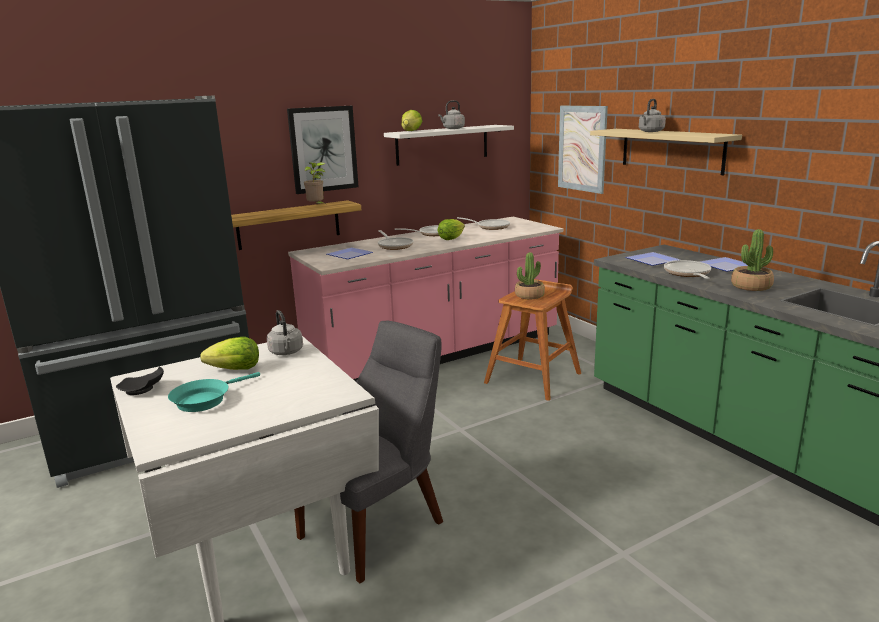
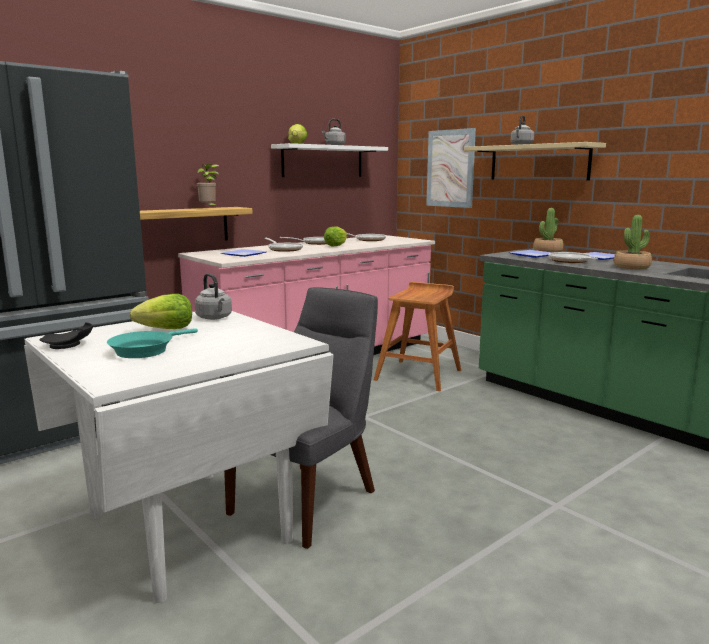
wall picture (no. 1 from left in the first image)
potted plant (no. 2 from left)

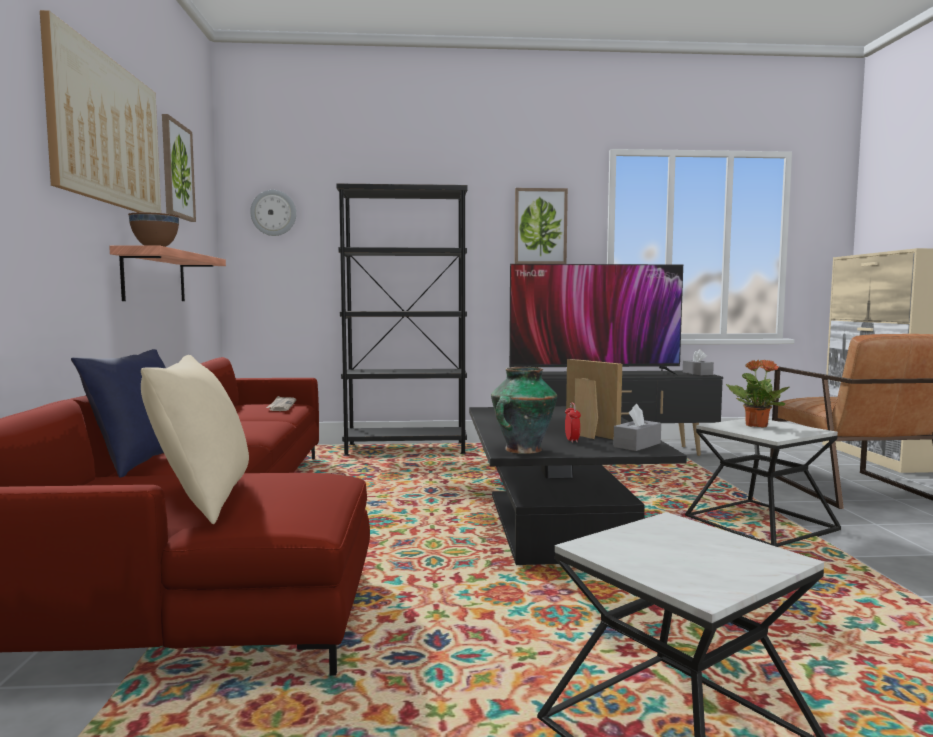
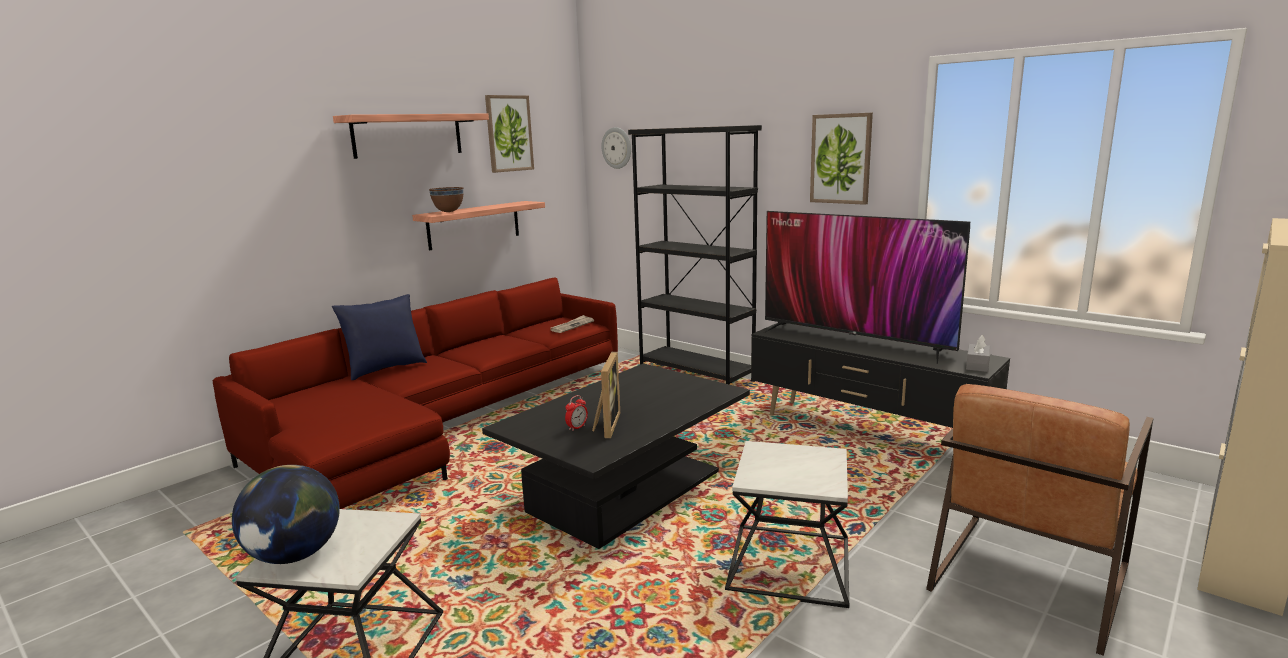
shelf (no. 1 from left)
beige throw pillow
flower vase
grey tissue holder (no. 1 from left in the first image)
potted plant
globe

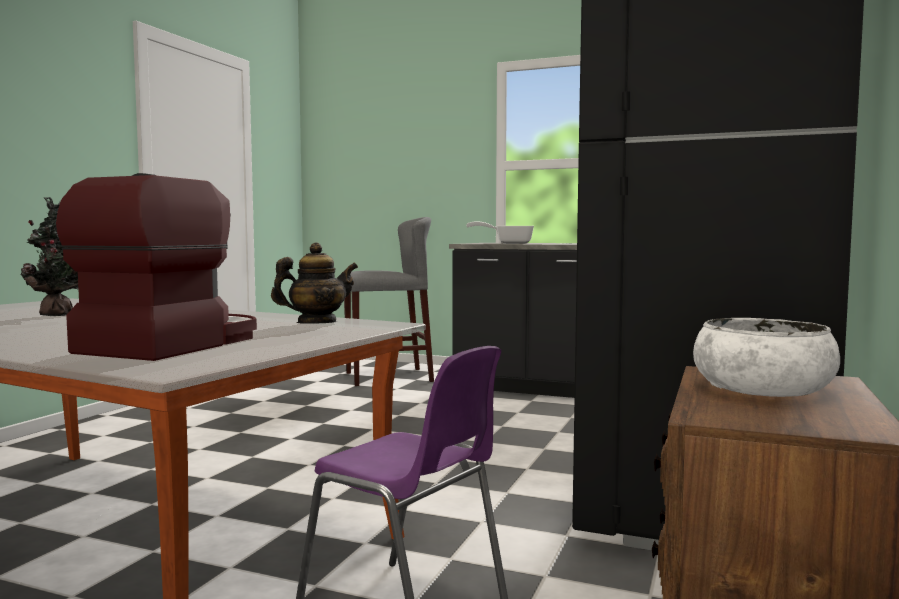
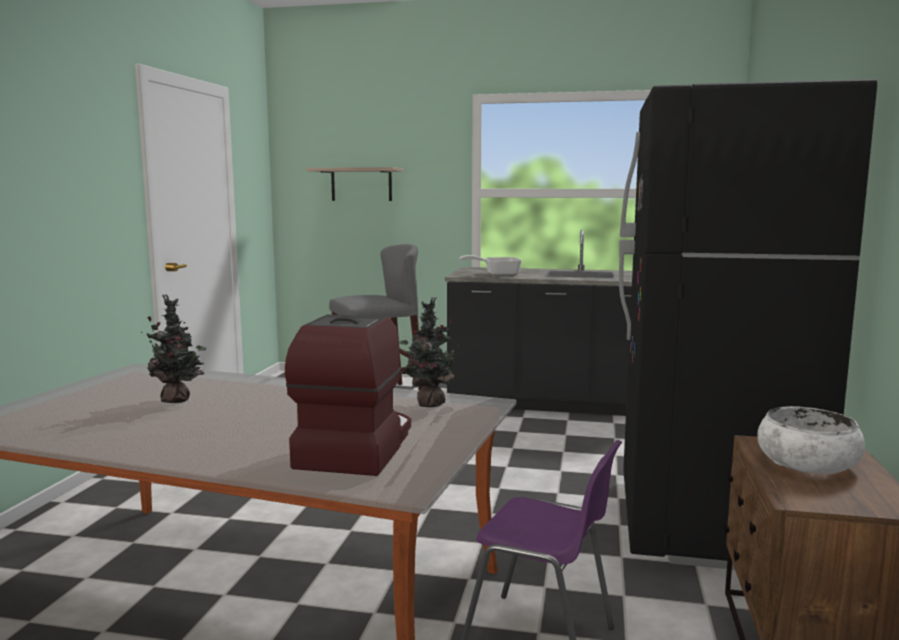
potted plant (no. 2 from left)
shelf

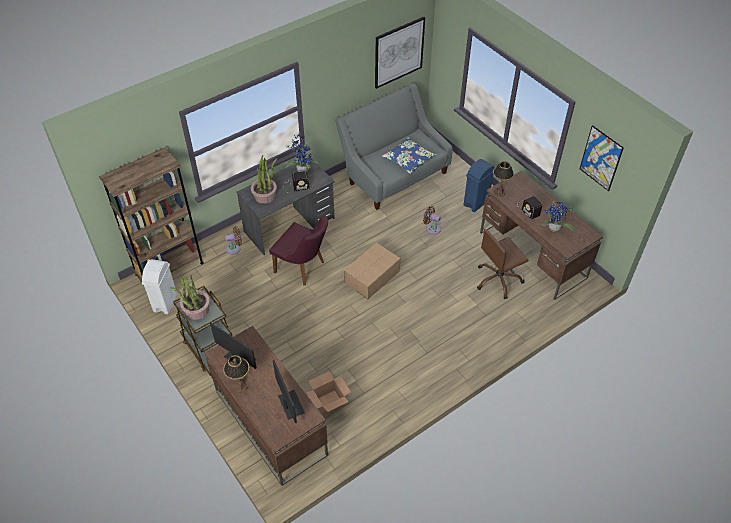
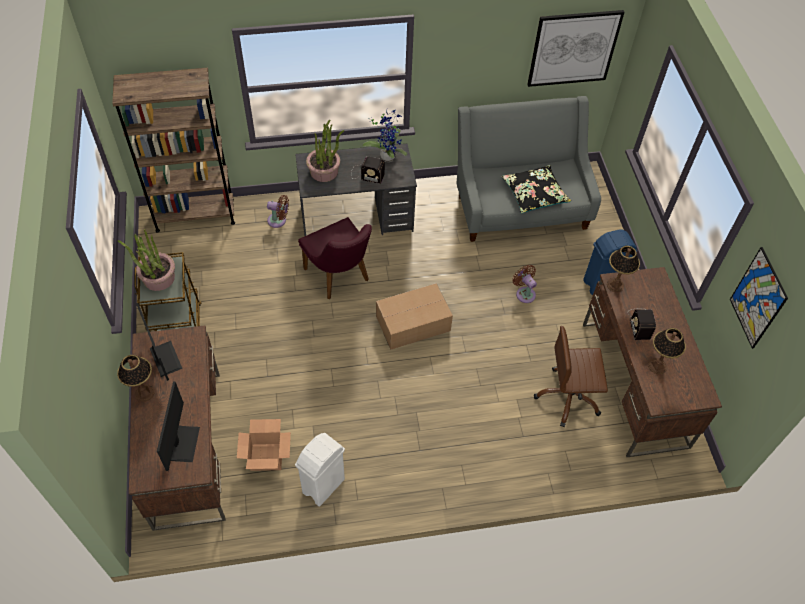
white rubbish bin
black throw pillow
table lamp (no. 3 from left)

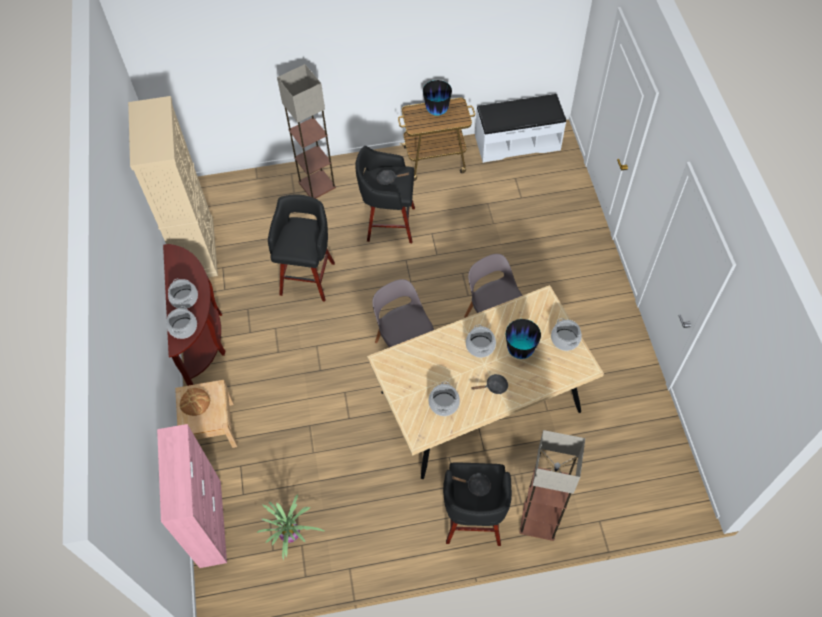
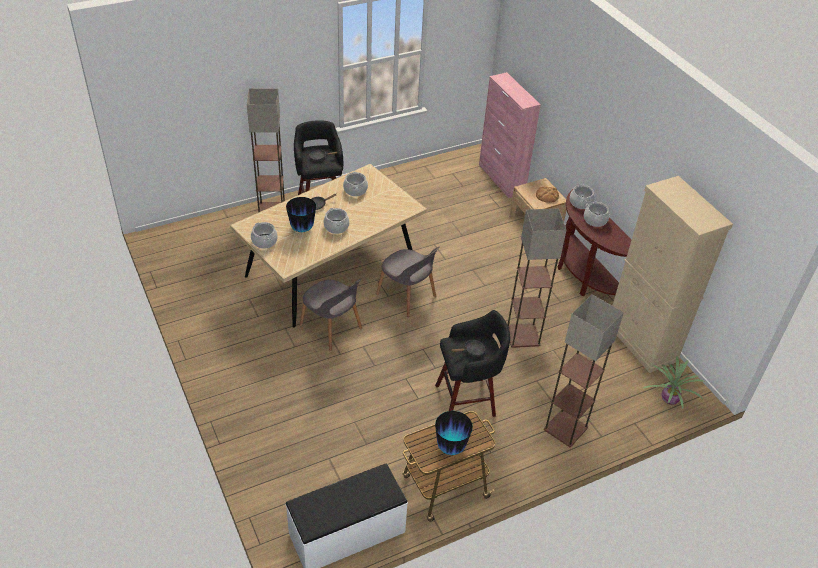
potted plant
floor lamp (no. 2 from left)

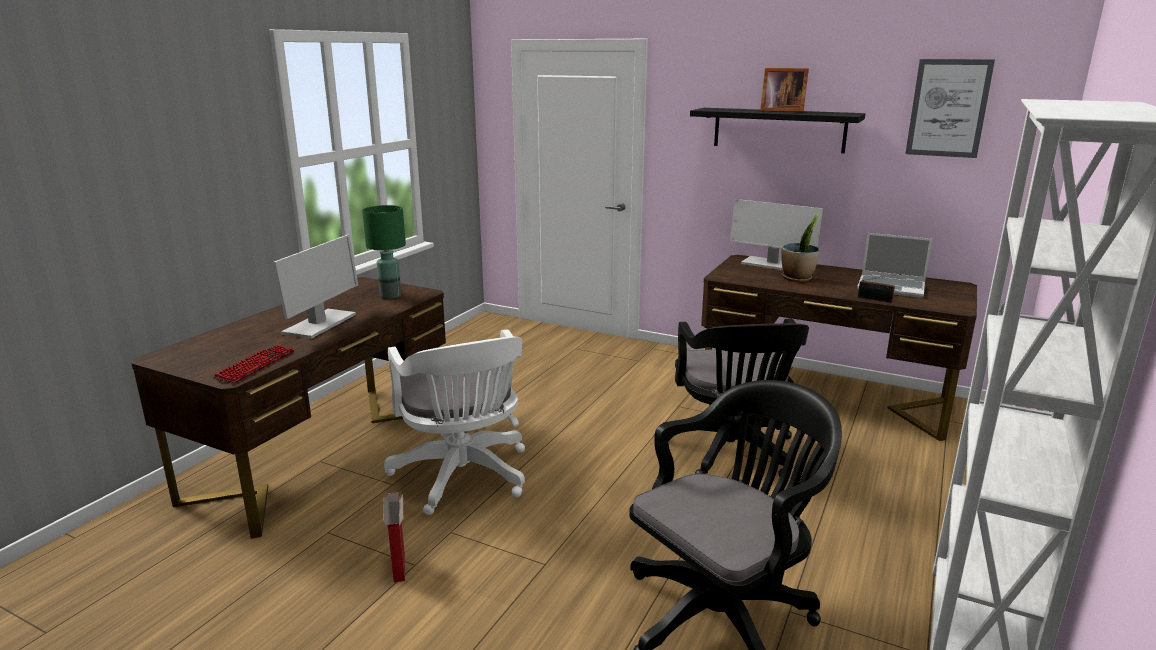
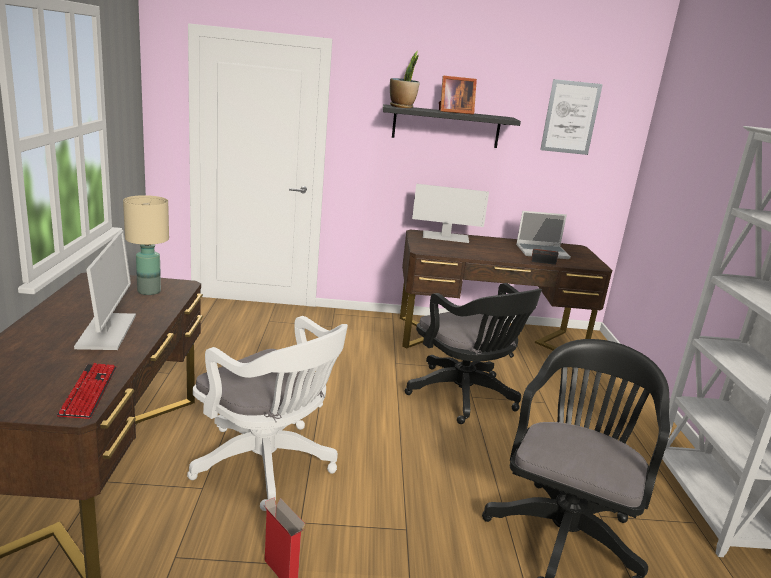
beige table lamp
potted plant

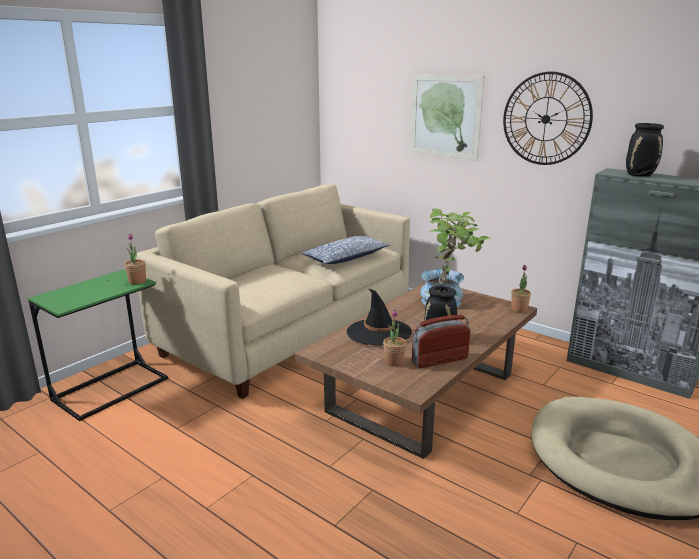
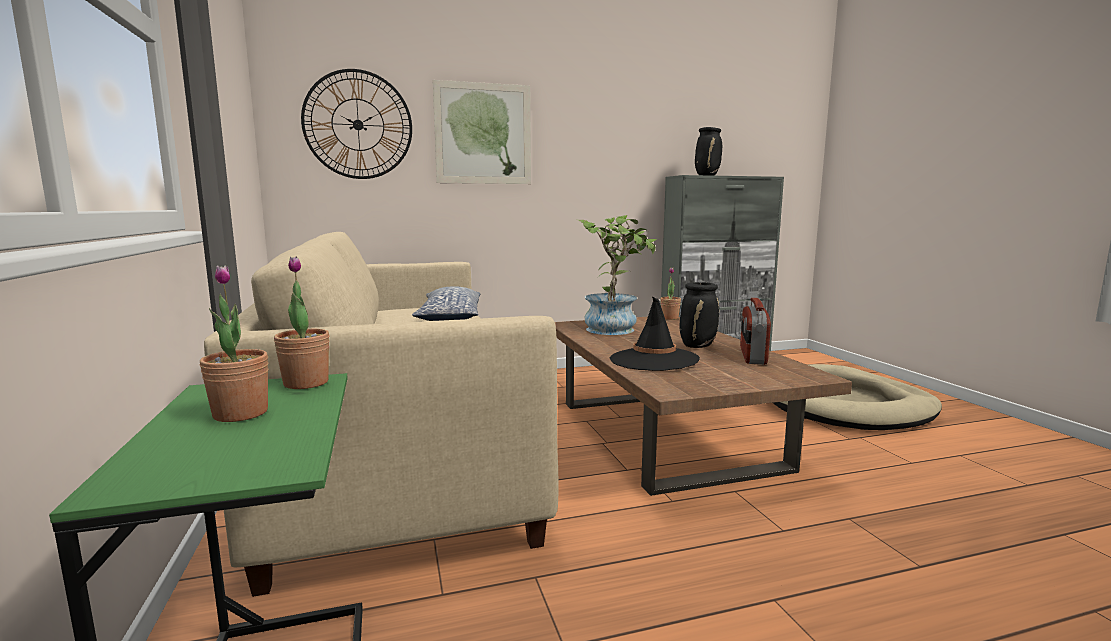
potted plant (no. 1 from left)
clock on the wall

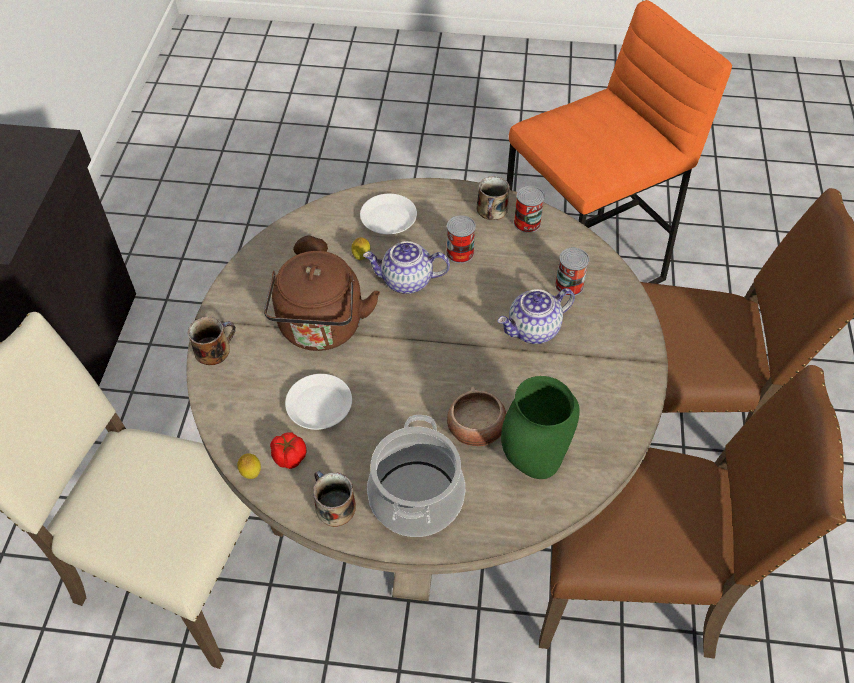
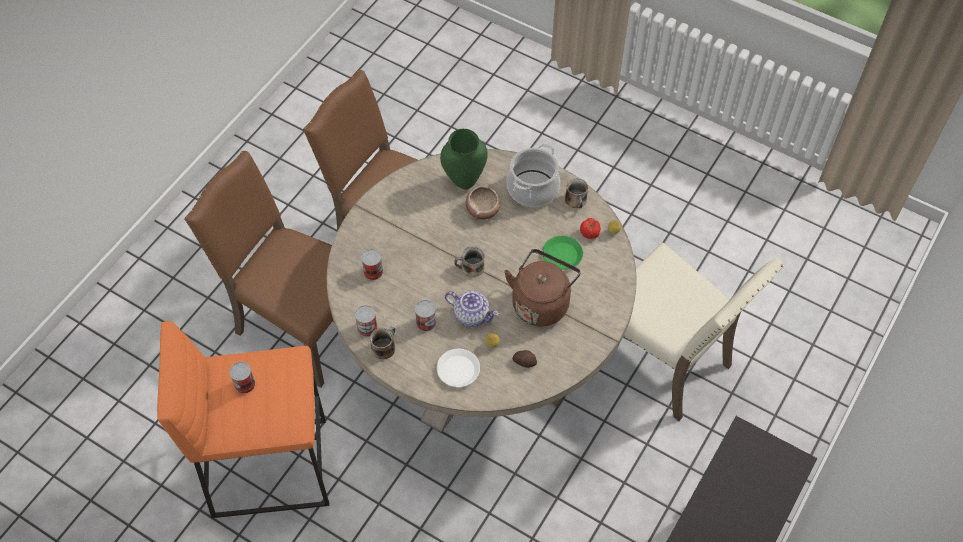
coffee mug (no. 2 from left)
green flat dish
tea pot (no. 2 from left in the first image)
metal can (no. 1 from left)

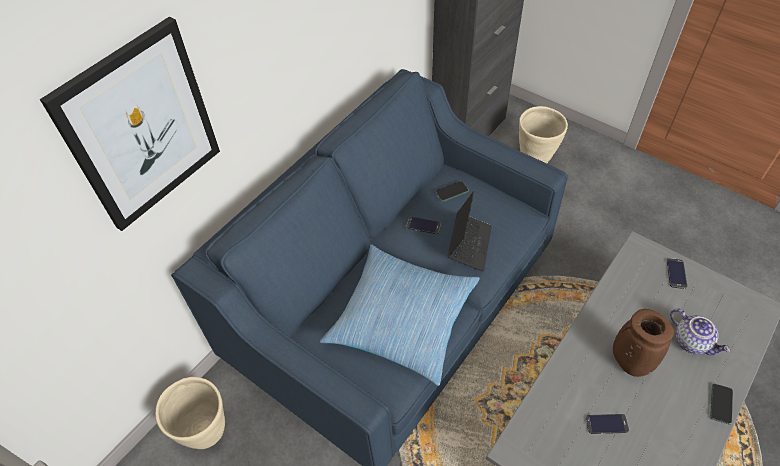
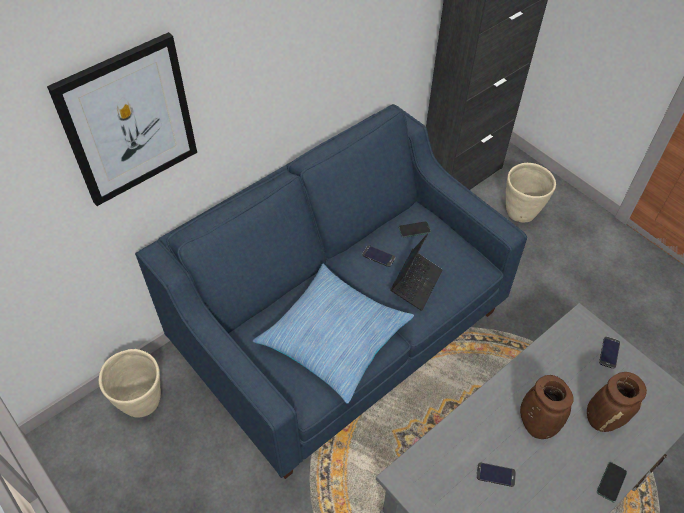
brown flower vase (no. 2 from left)

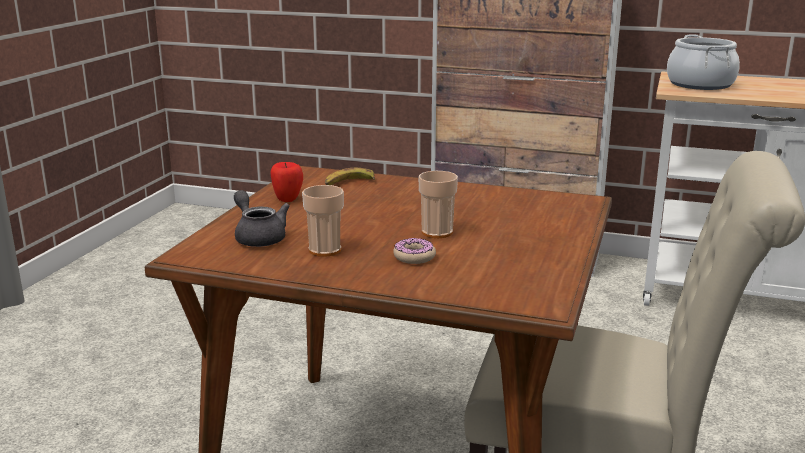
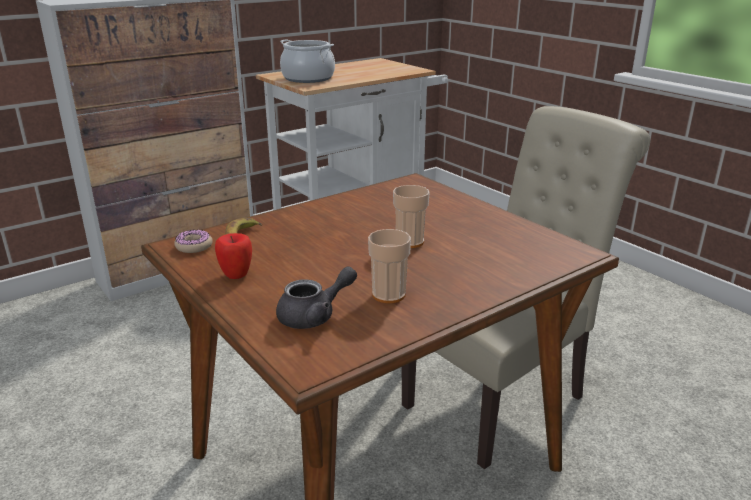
grey tea pot
ring doughnut

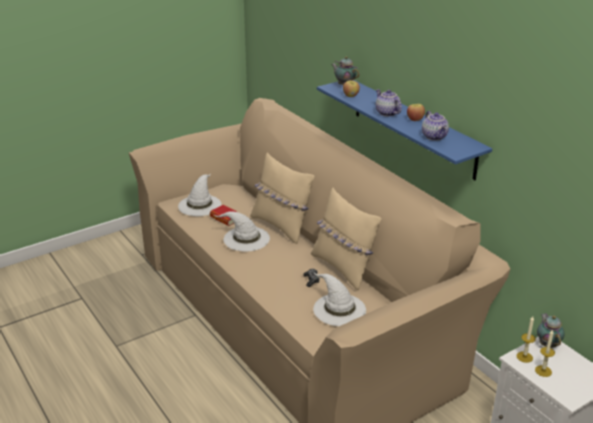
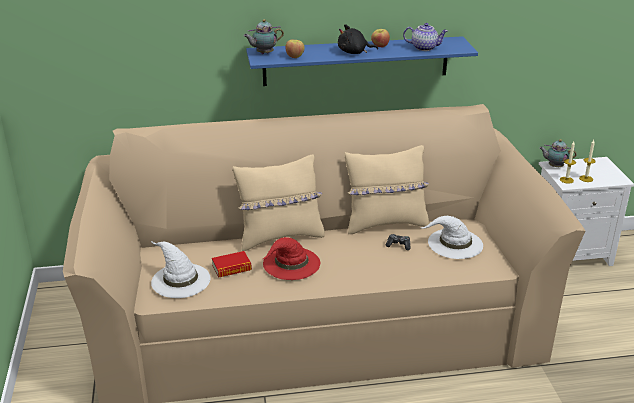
red hat
black cuddly toy

